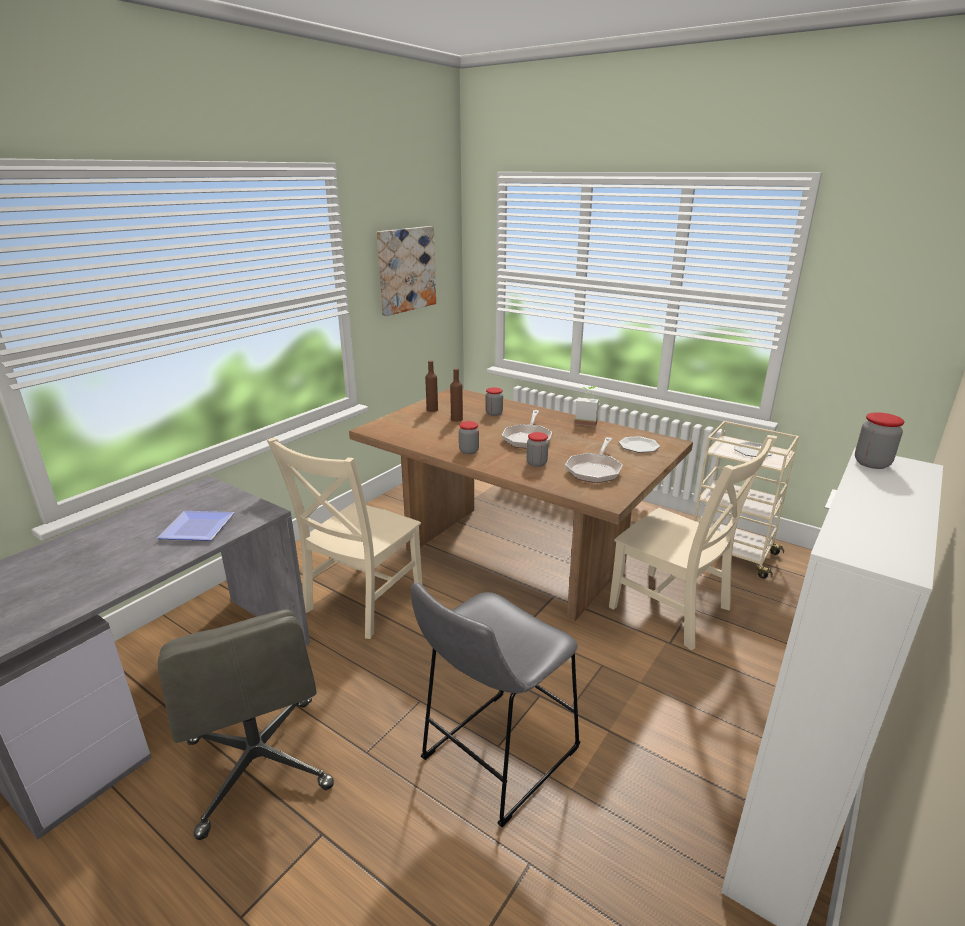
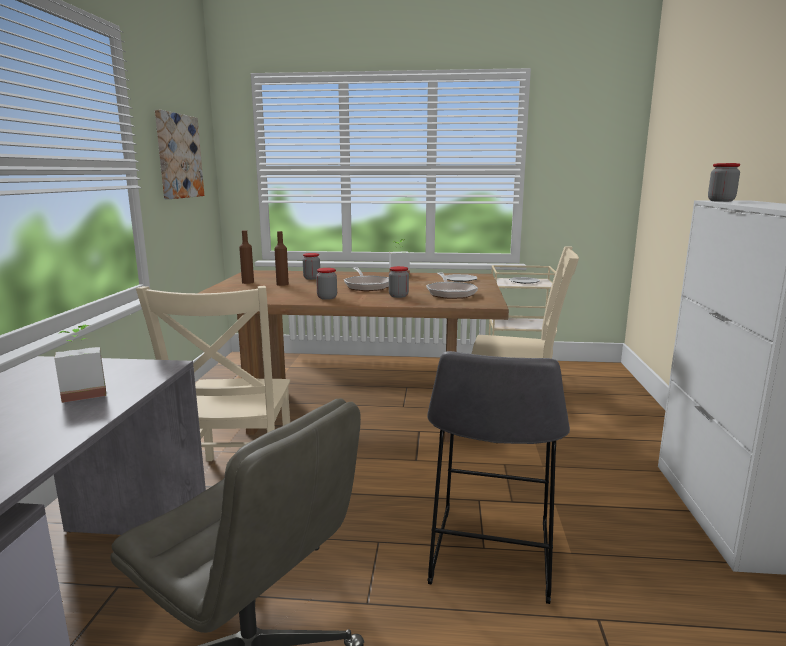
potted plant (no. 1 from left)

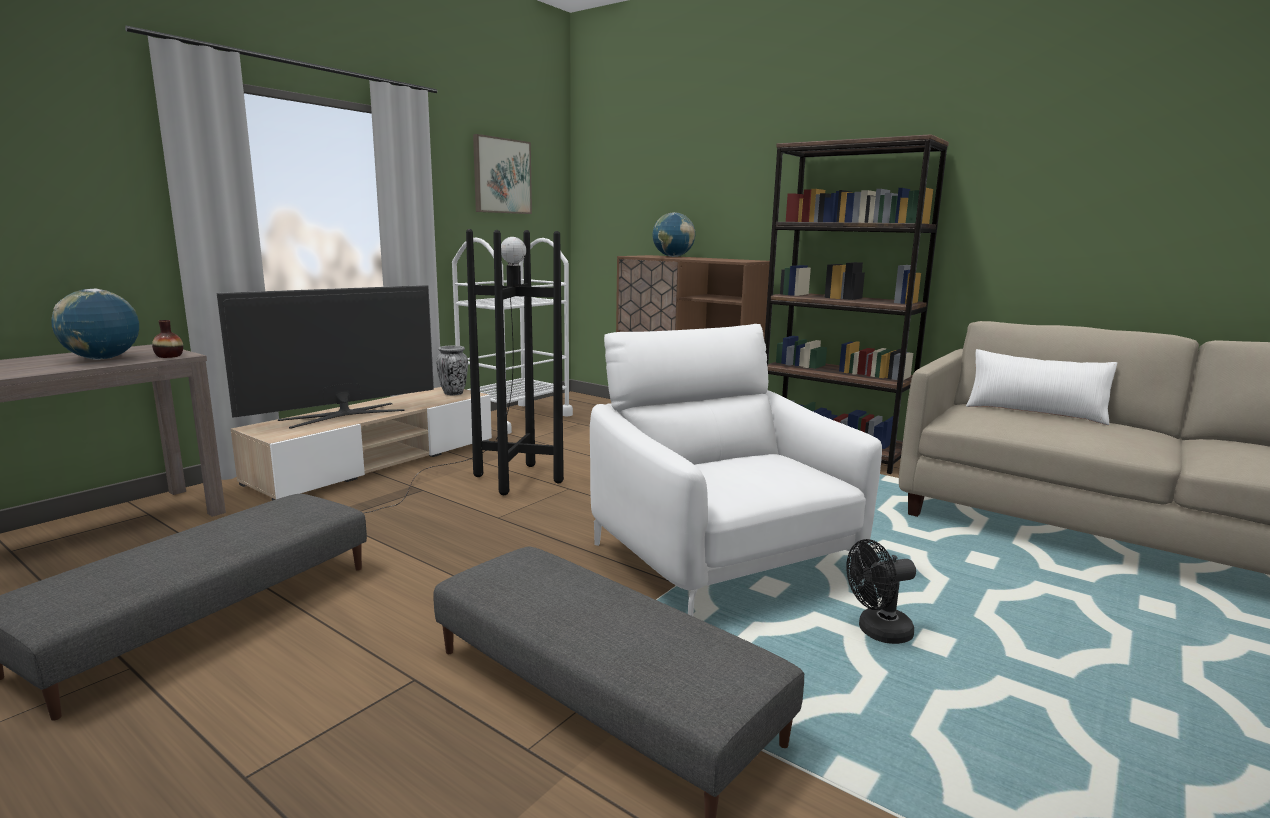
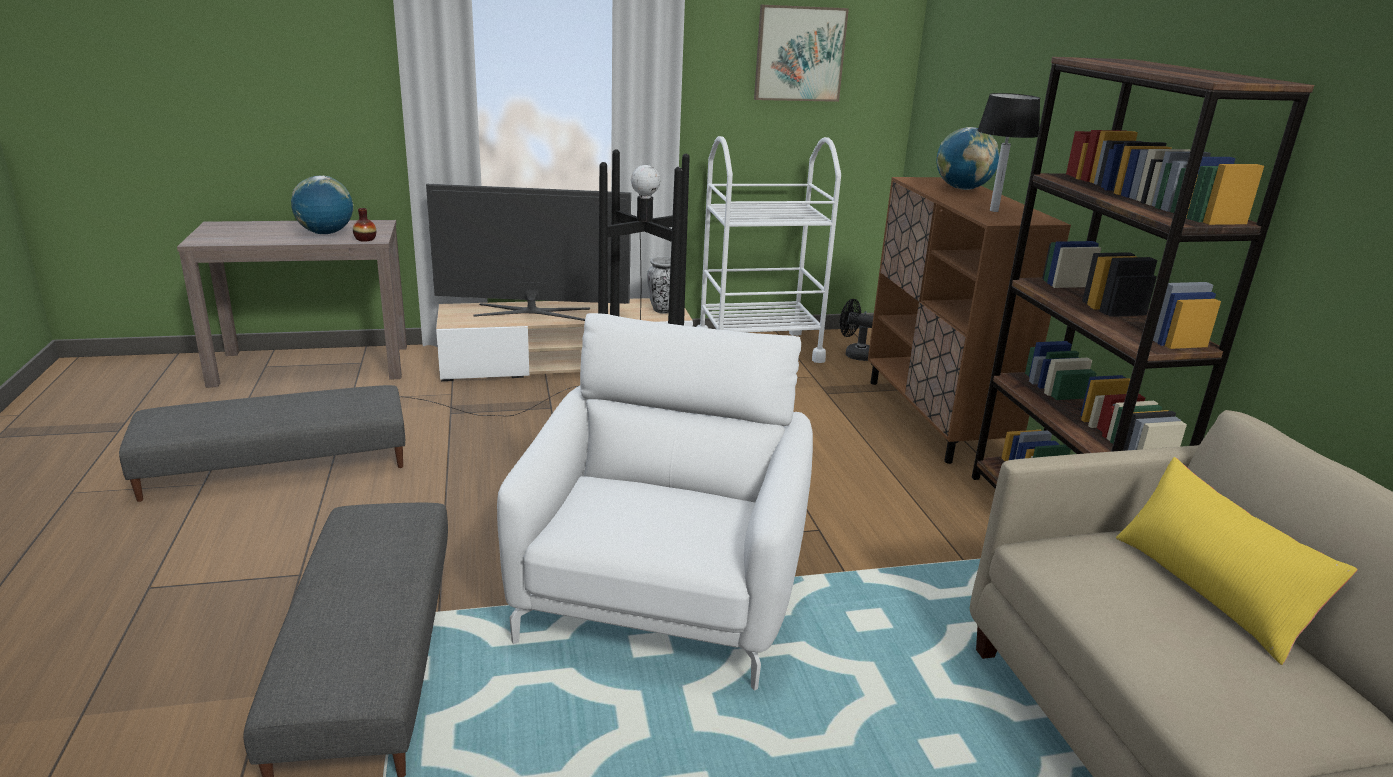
black electric fan
yellow throw pillow
table lamp

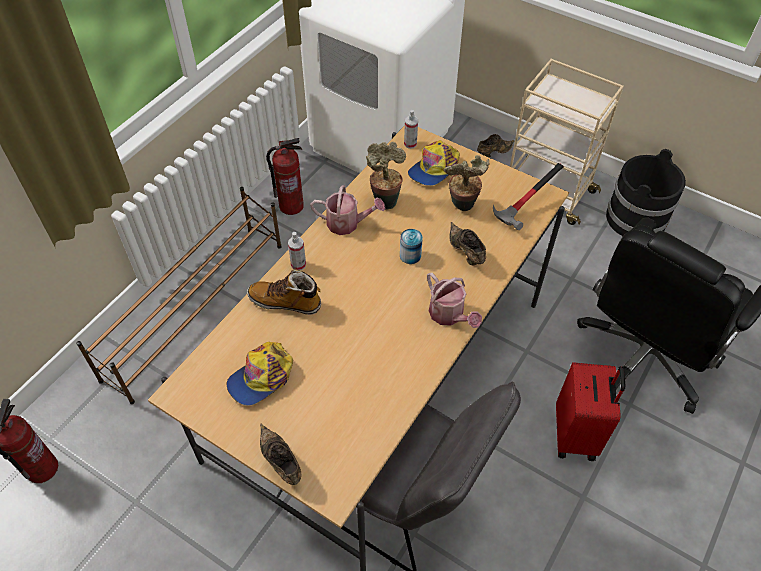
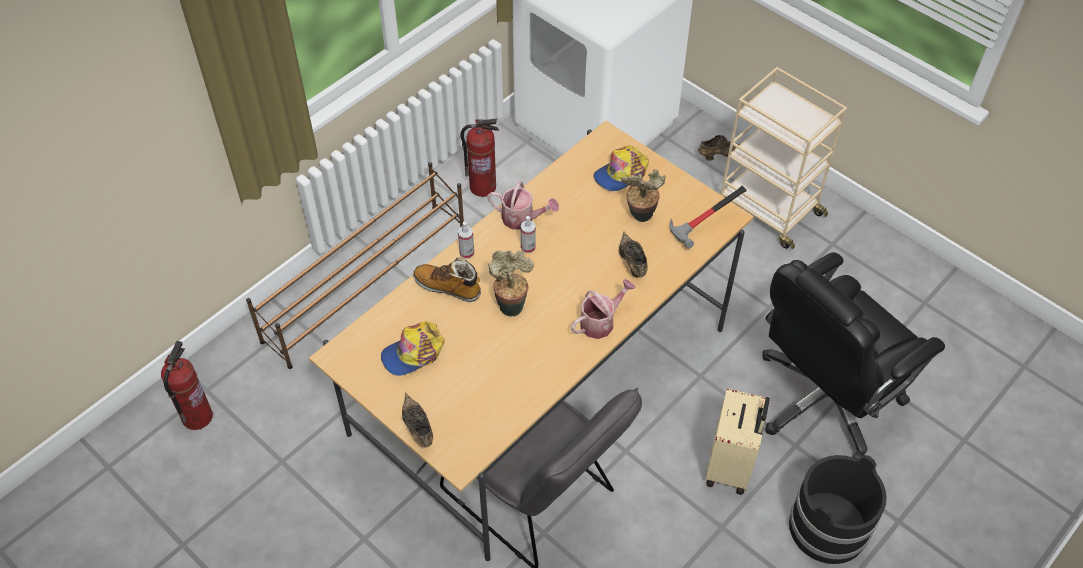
potted plant (no. 1 from left)
metal can
sprayer (no. 2 from left)
watering pot (no. 2 from left)
beige travel case
black pail

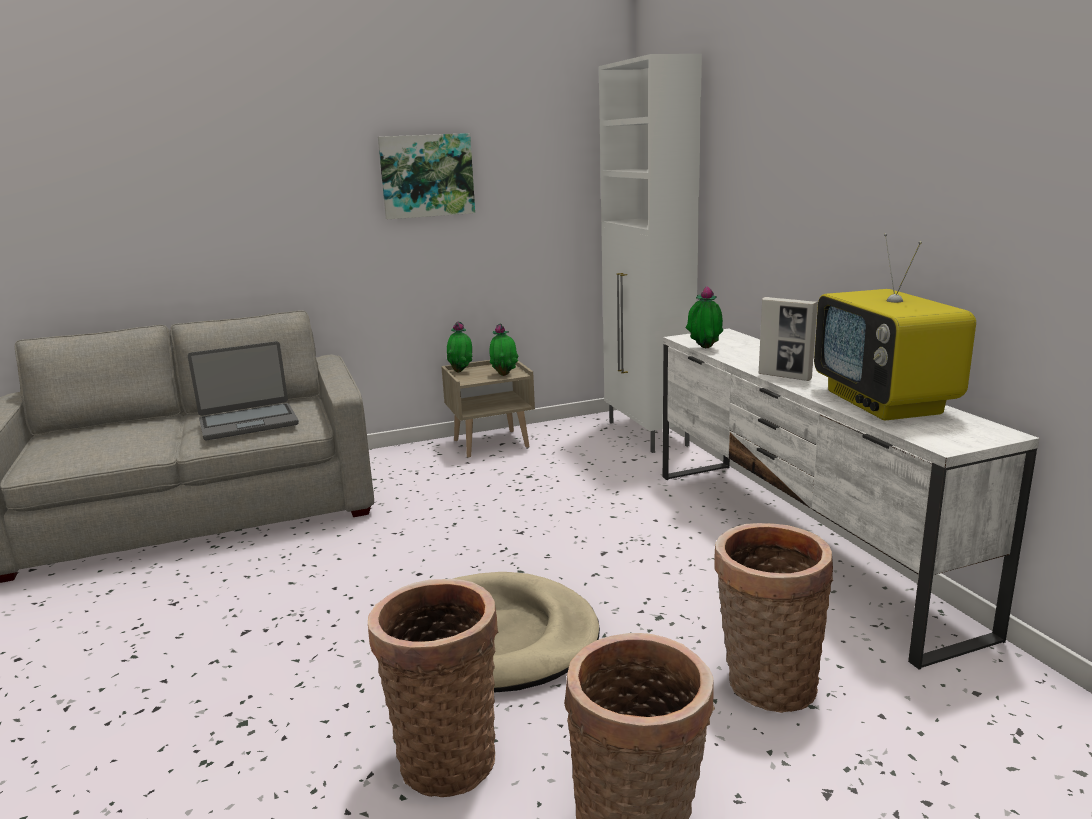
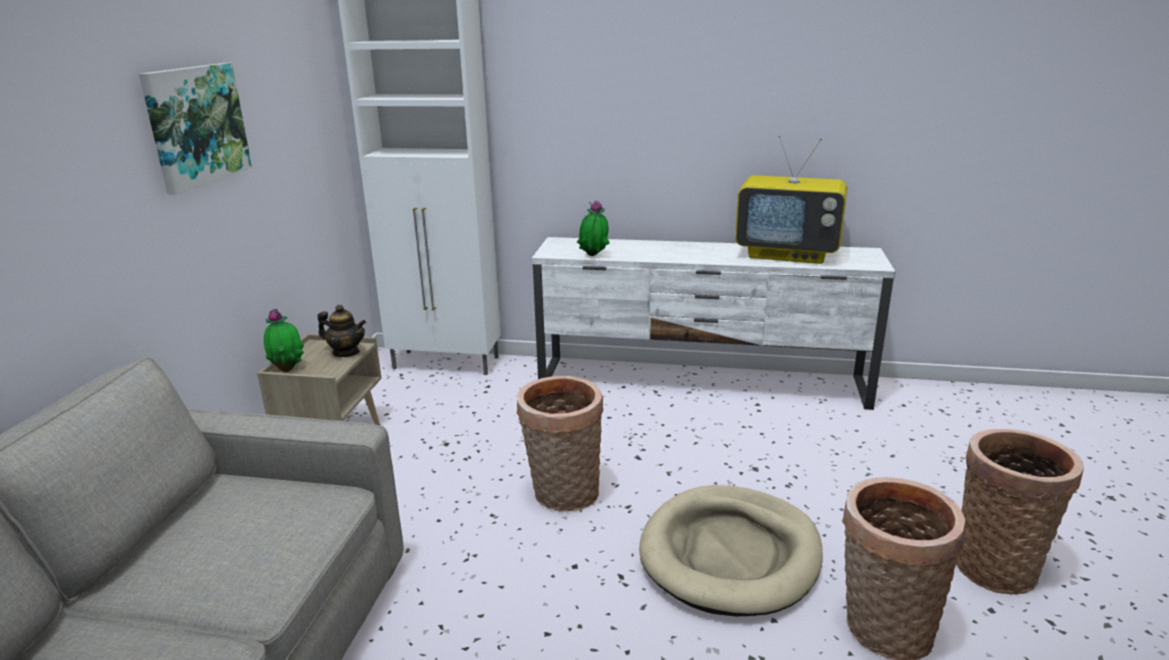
laptop
tea pot
household basket (no. 1 from left)
photo frame

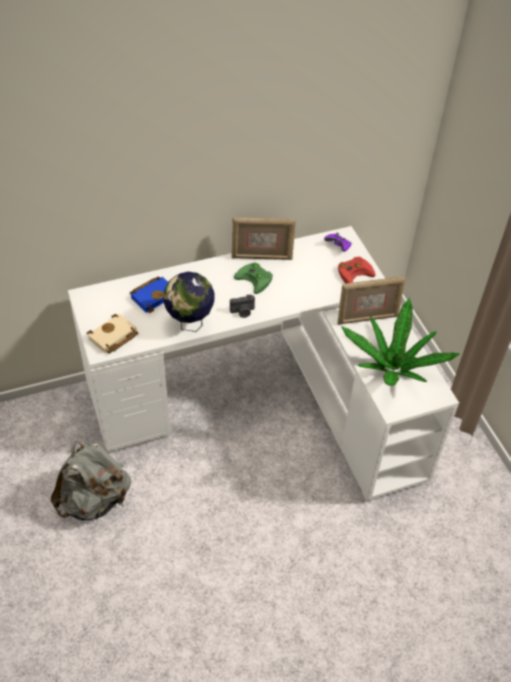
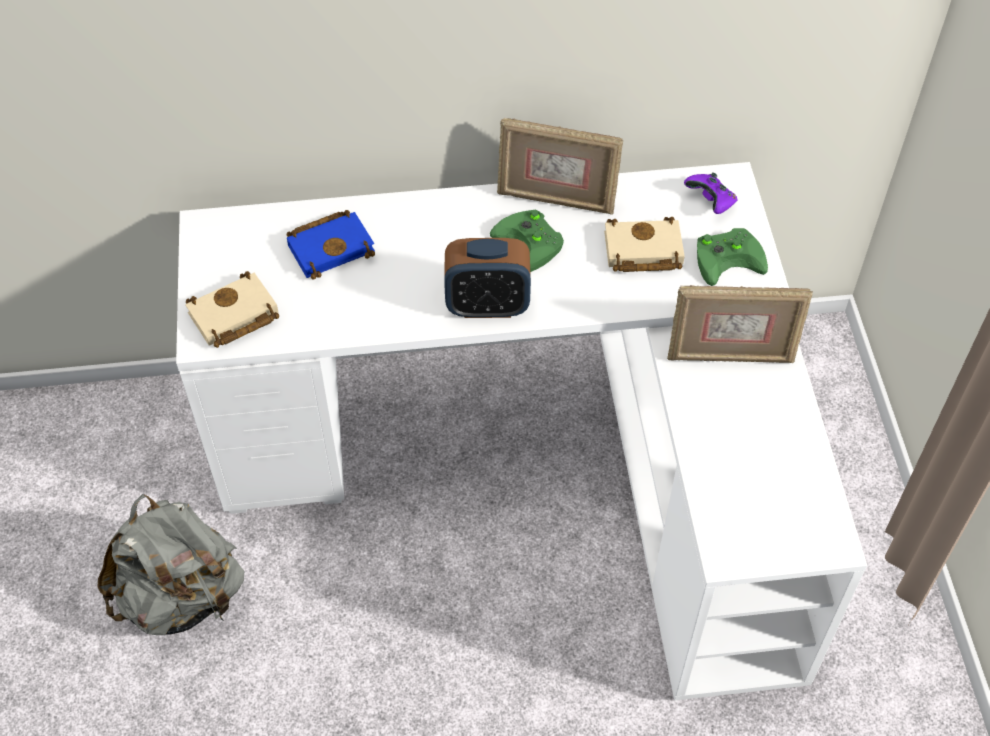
globe
alarm clock
green game controller (no. 2 from left)
potted plant
beige volume (no. 2 from left)

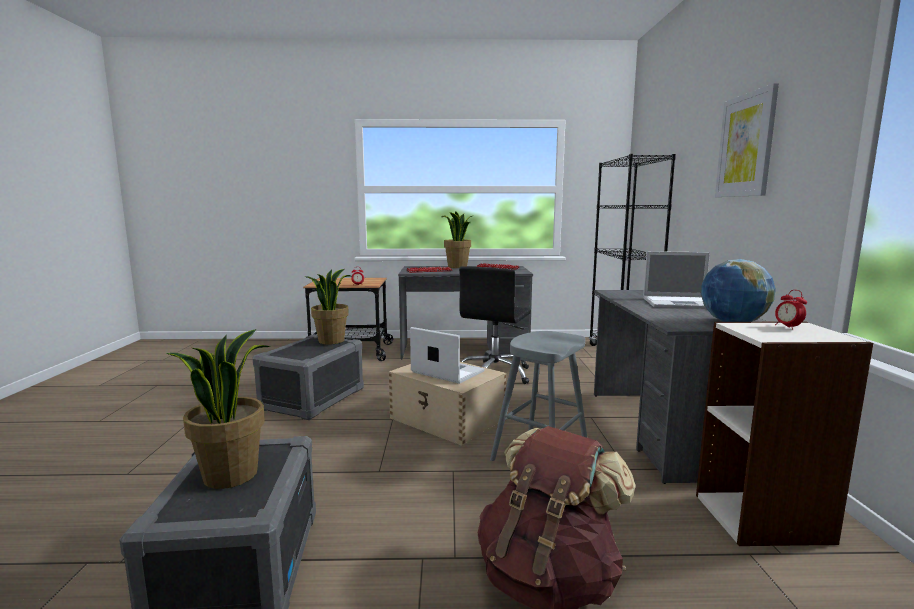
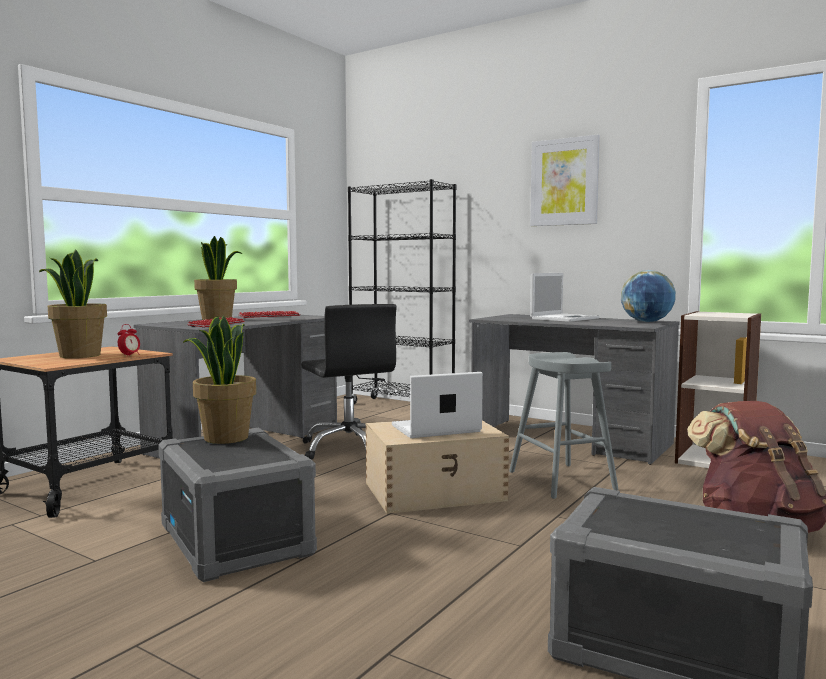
potted plant (no. 1 from left)
alarm clock (no. 2 from left in the first image)

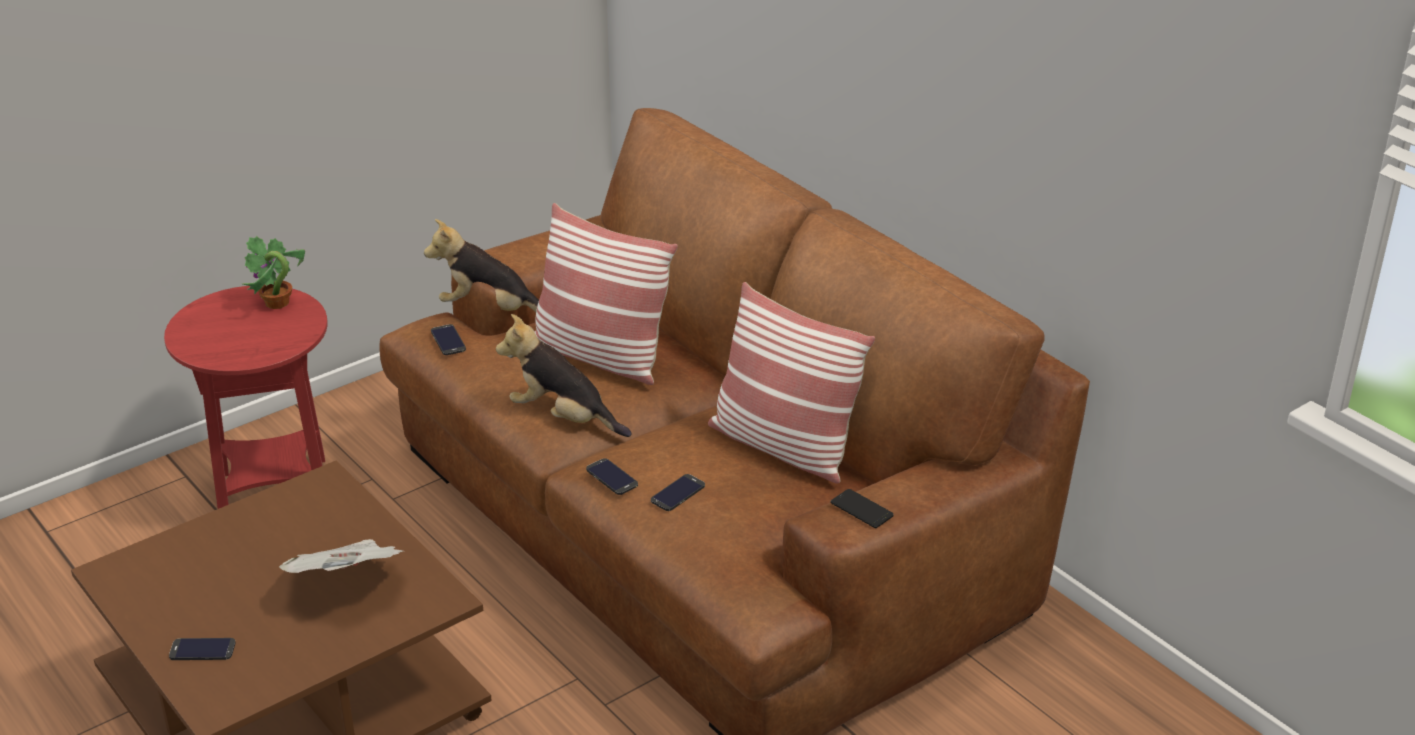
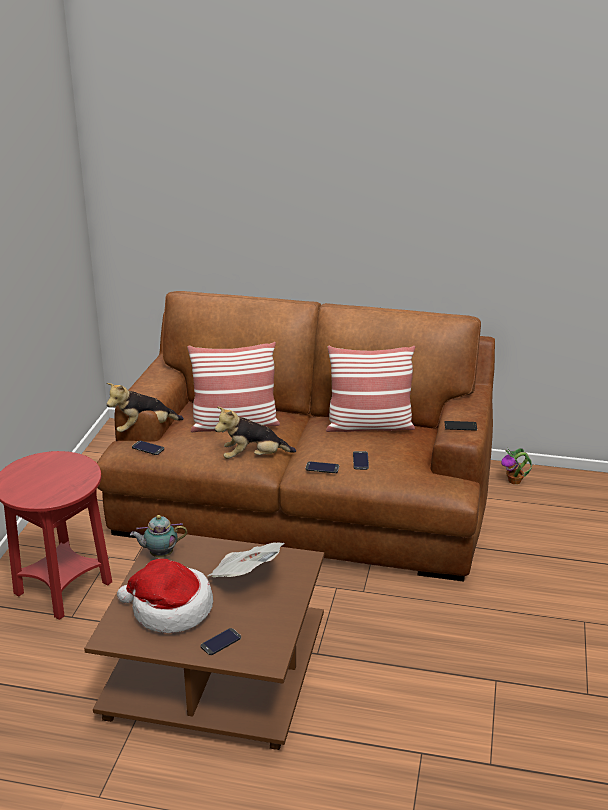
potted plant
hat
tea pot

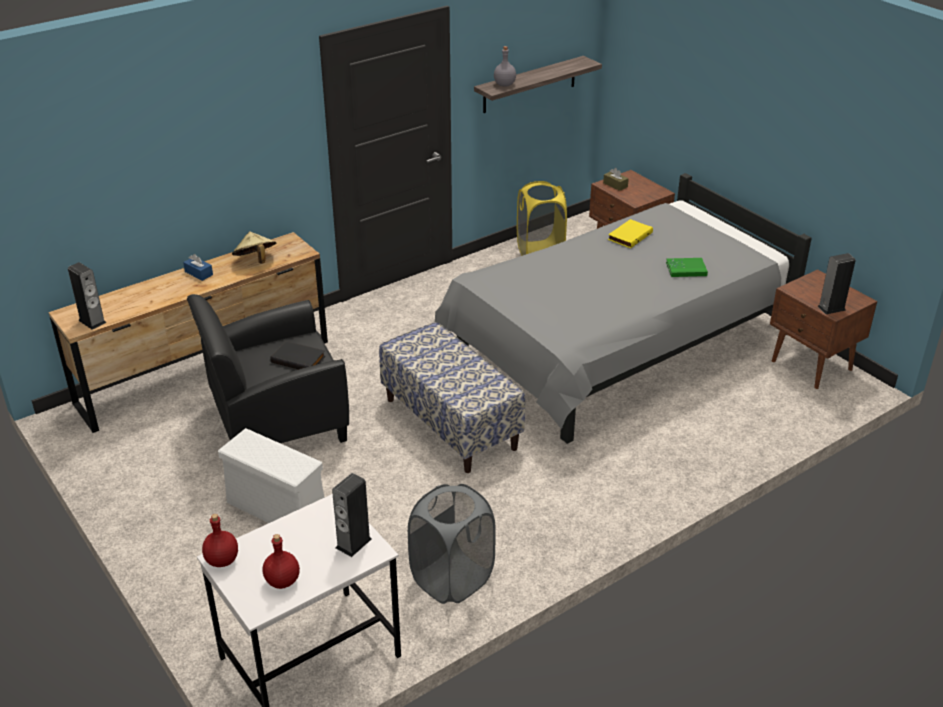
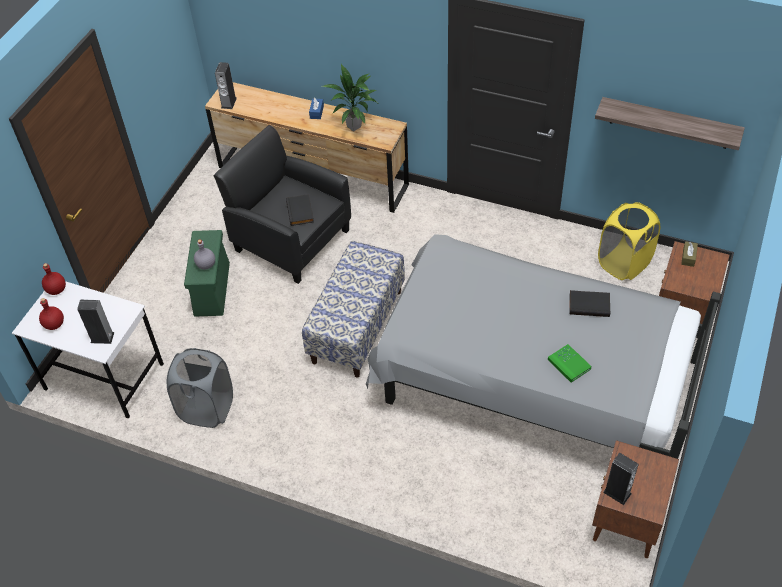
green storage box
potted plant
grey beverage bottle
black volume (no. 2 from left)

